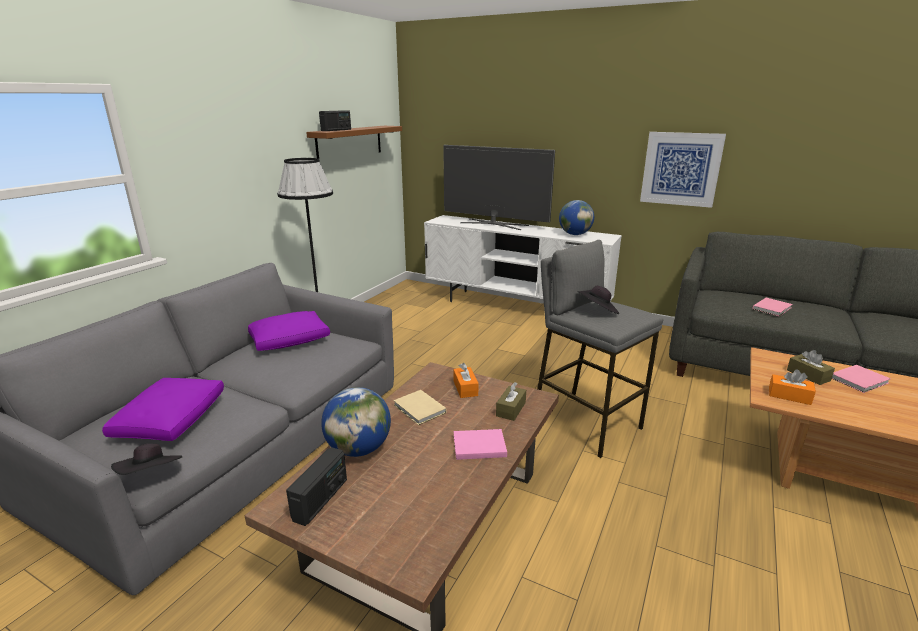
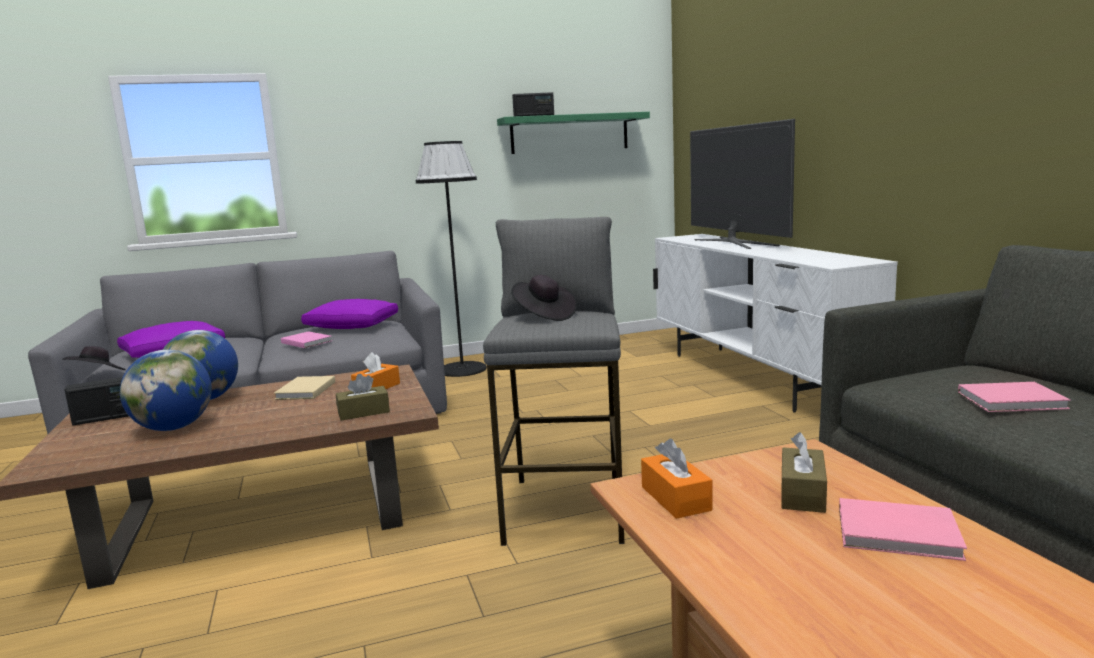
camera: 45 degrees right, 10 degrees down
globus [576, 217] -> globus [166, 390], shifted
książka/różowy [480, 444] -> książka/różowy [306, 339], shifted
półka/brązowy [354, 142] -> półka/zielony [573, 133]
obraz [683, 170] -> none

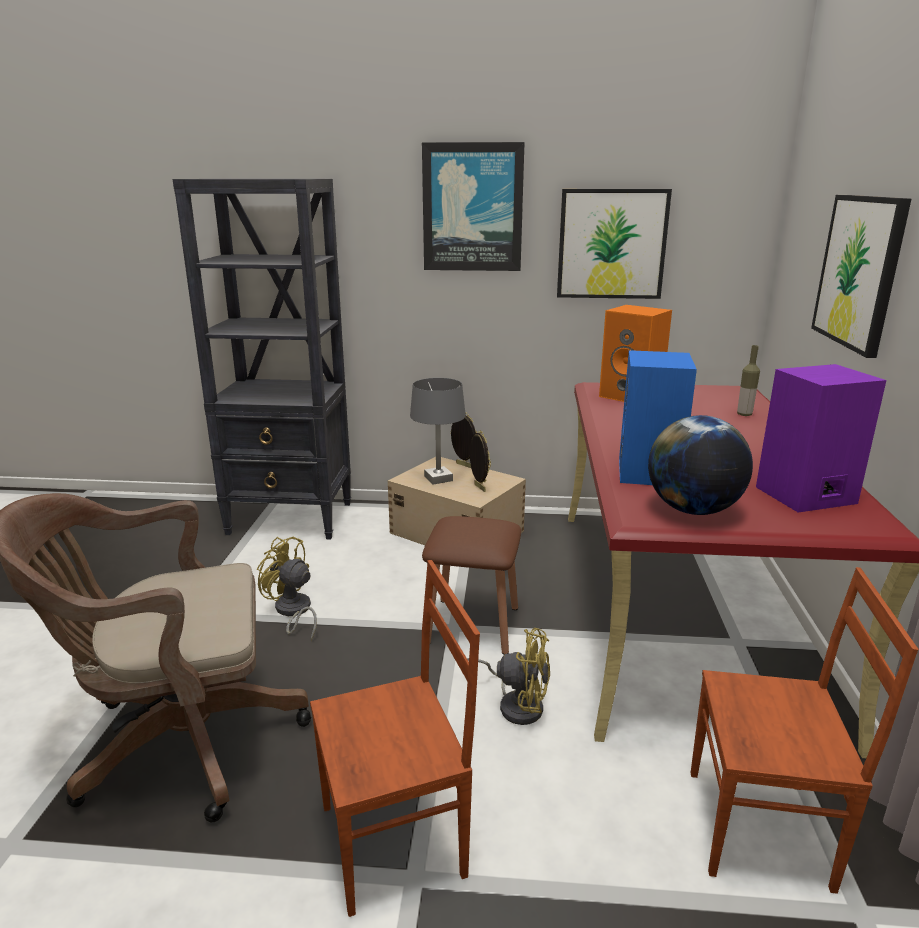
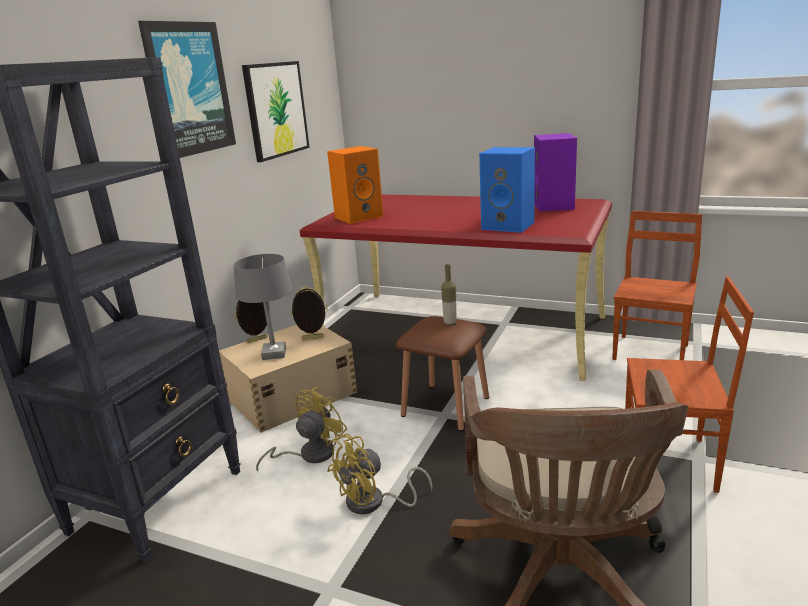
camera: 70 degrees left, 0 degrees up
wentylator/żółty [508, 676] -> wentylator/żółty [301, 429], shifted
butelka [748, 380] -> butelka [449, 295], shifted
krzesło/brązowy [395, 738] -> krzesło/brązowy [689, 384], 105 degrees clockwise
globus [700, 465] -> none
obraz [861, 276] -> none

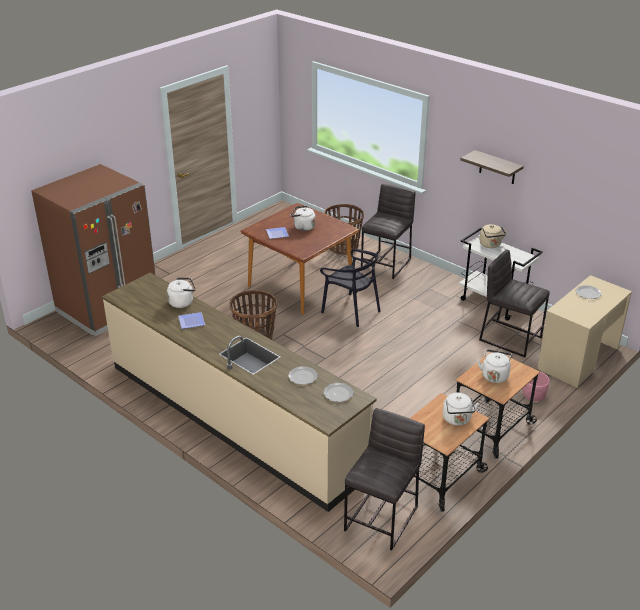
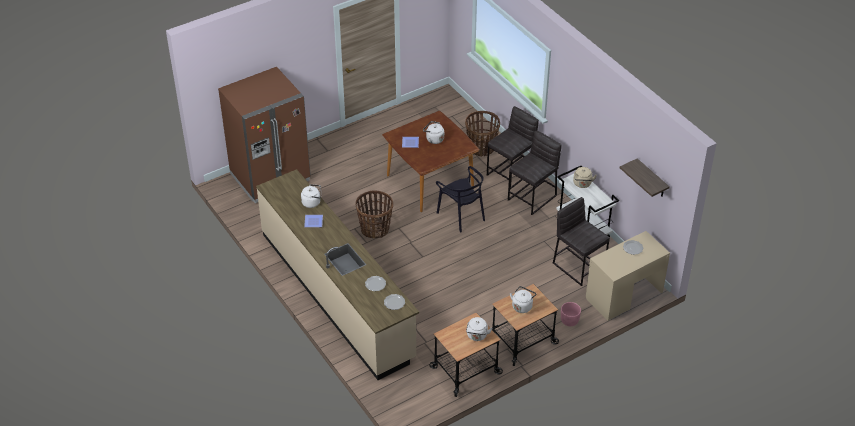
camera: 15 degrees right, 10 degrees up
stołek/szary [384, 479] -> stołek/szary [535, 173], shifted
półka [492, 167] -> półka [645, 177], shifted

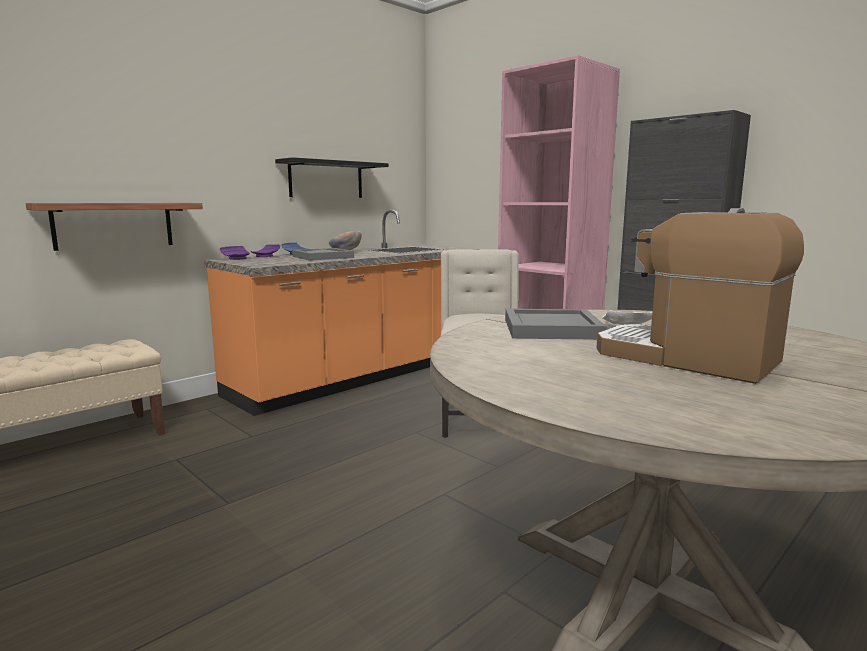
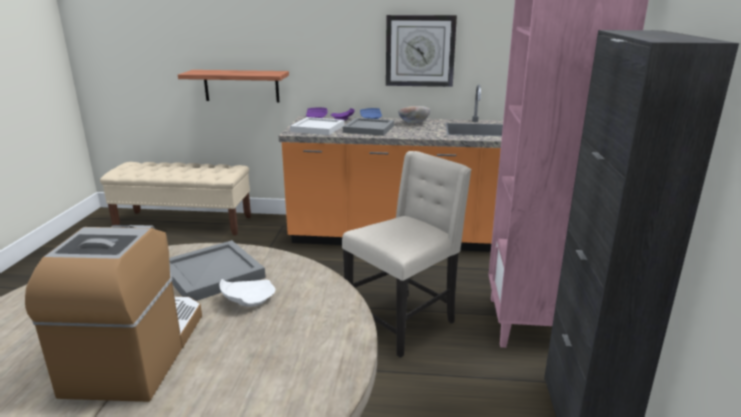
camera: 50 degrees right, 10 degrees up
none -> taca/biały [317, 126]
półka/czarny [332, 177] -> zegar ścienny [421, 51]

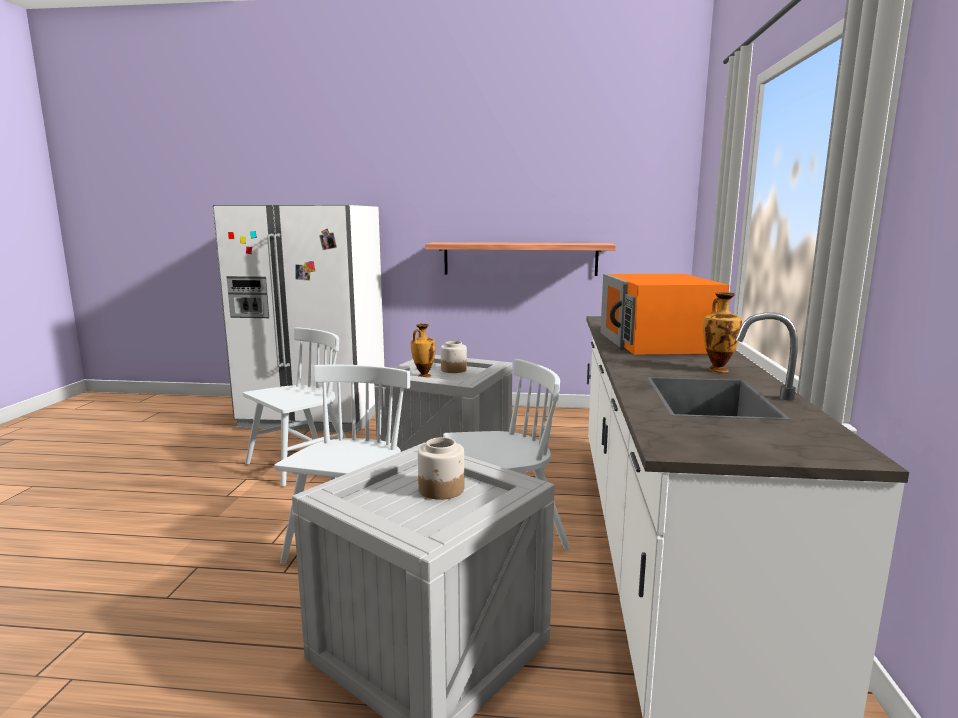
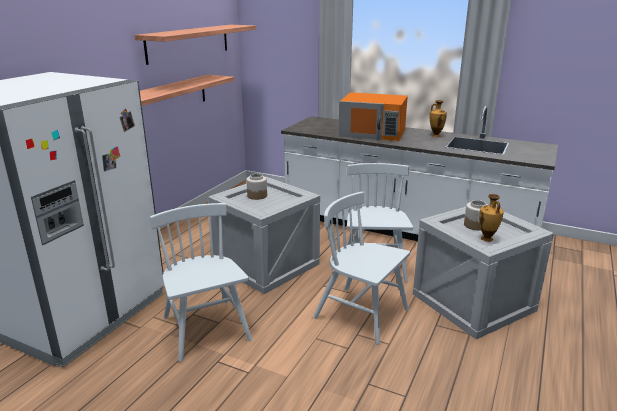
camera: 70 degrees left, 10 degrees up
none -> półka [195, 45]
wazon [423, 351] -> wazon [491, 218], shifted

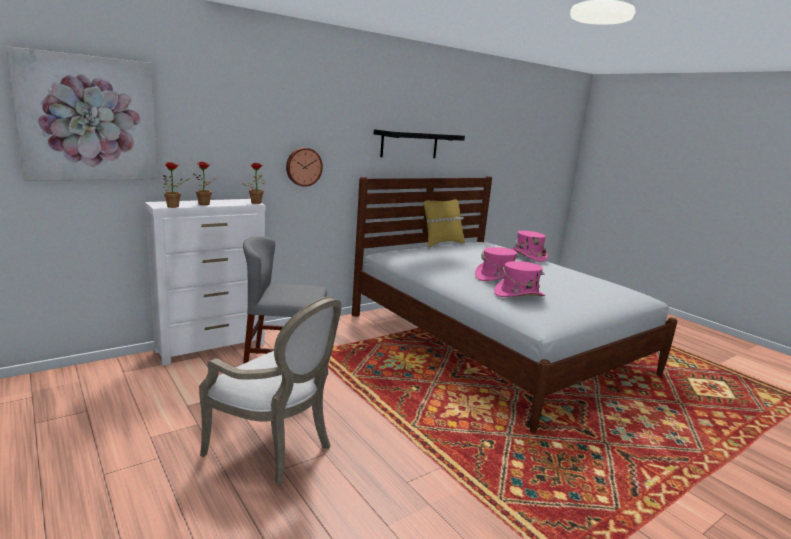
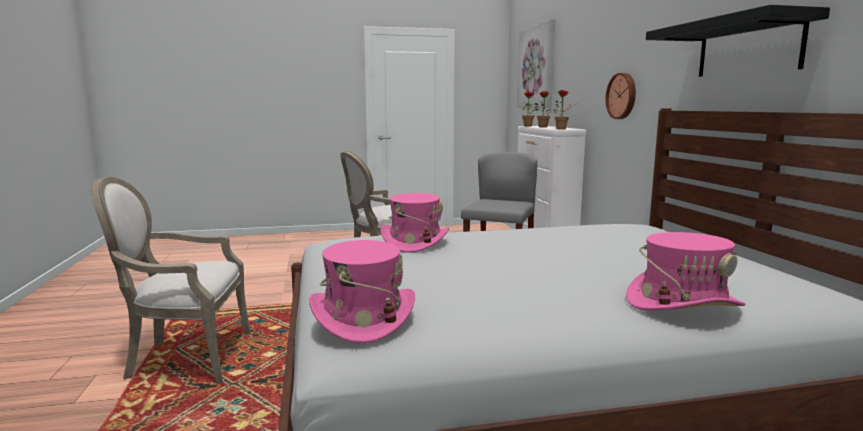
camera: 115 degrees right, 5 degrees down
none -> fotel [171, 280]
kapelusz/różowy [496, 264] -> kapelusz/różowy [362, 291], shifted
poduszka/żółty [444, 223] -> none

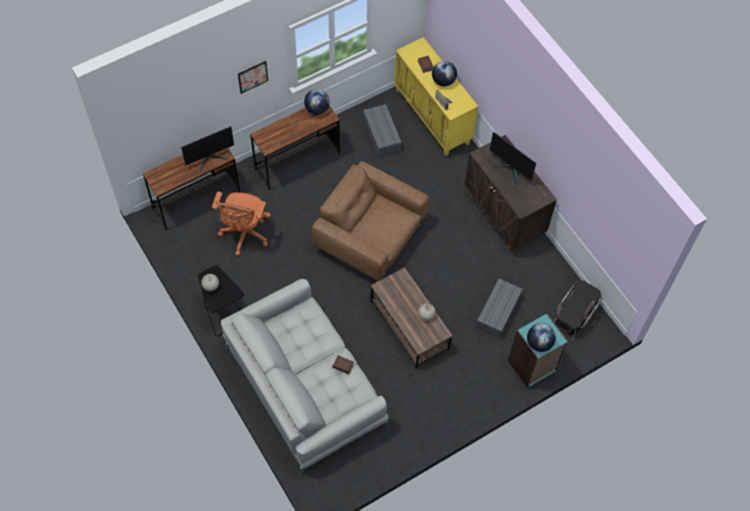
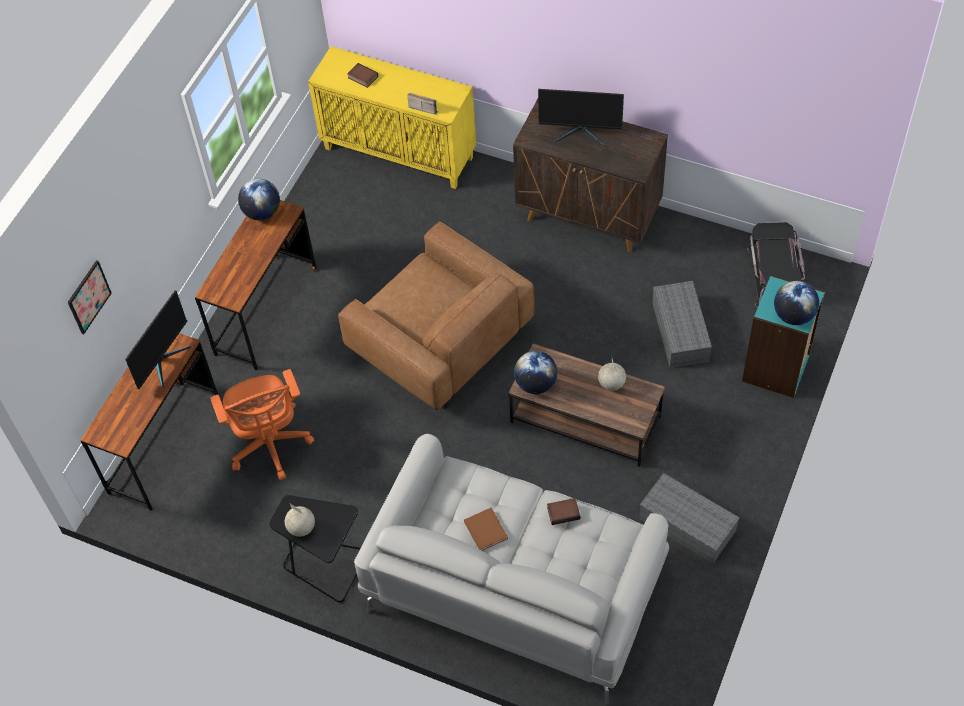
camera: 30 degrees left, 5 degrees down
obraz [253, 77] -> obraz [90, 297], shifted
fotel/brązowy [370, 221] -> fotel/brązowy [436, 316], 135 degrees counterclockwise
none -> książka/brązowy [486, 529]
globus [444, 73] -> globus [535, 372], shifted
pojemnik do przechowywania/szary [382, 130] -> pojemnik do przechowywania/szary [689, 518], shifted

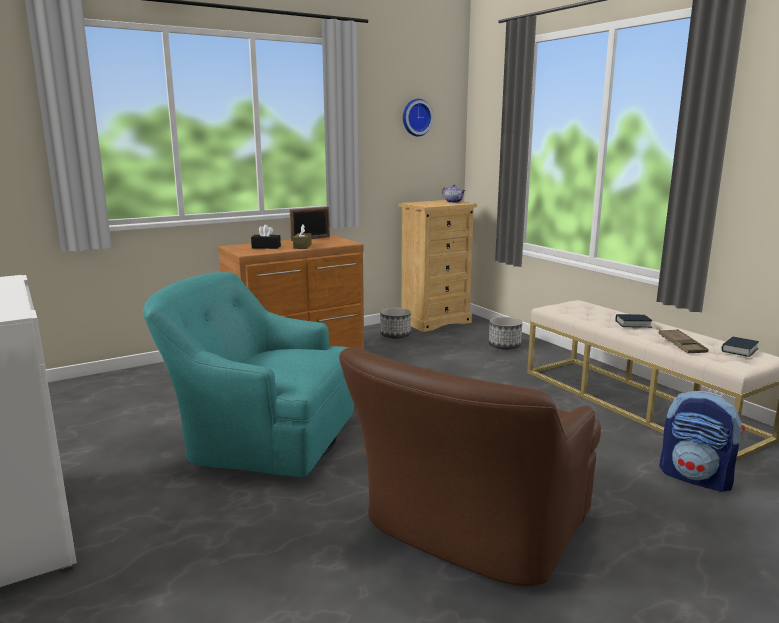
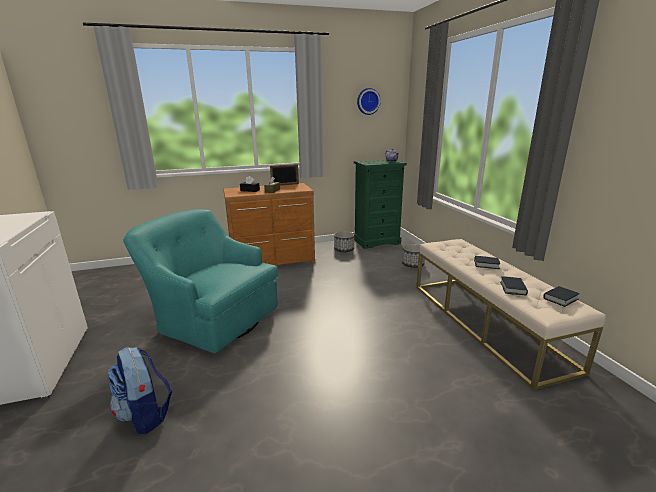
camera: 15 degrees right, 5 degrees up
plecak [702, 441] -> plecak [140, 390], shifted
komoda/beżowy [438, 266] -> komoda/zielony [380, 204]
taca/brązowy [684, 341] -> książka [514, 286]
fotel/brązowy [470, 467] -> none

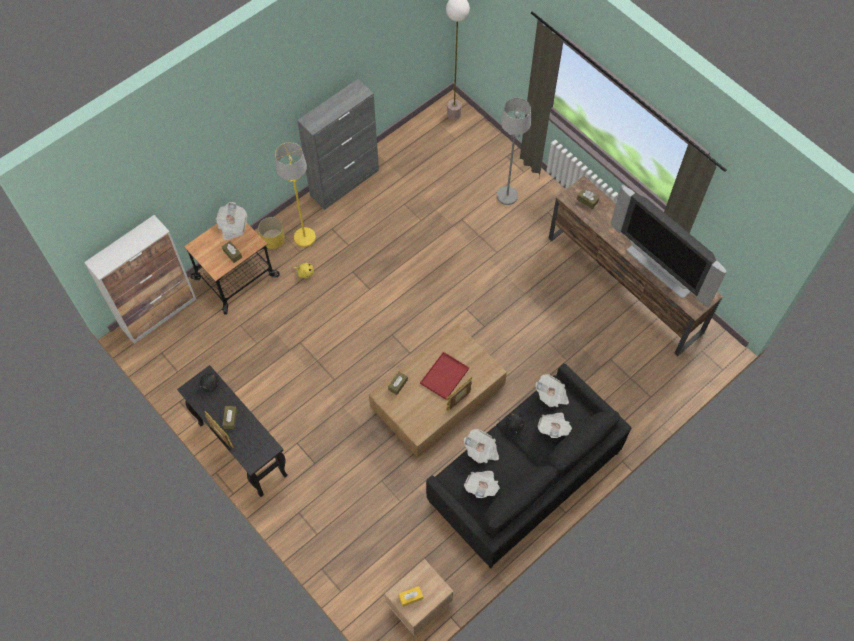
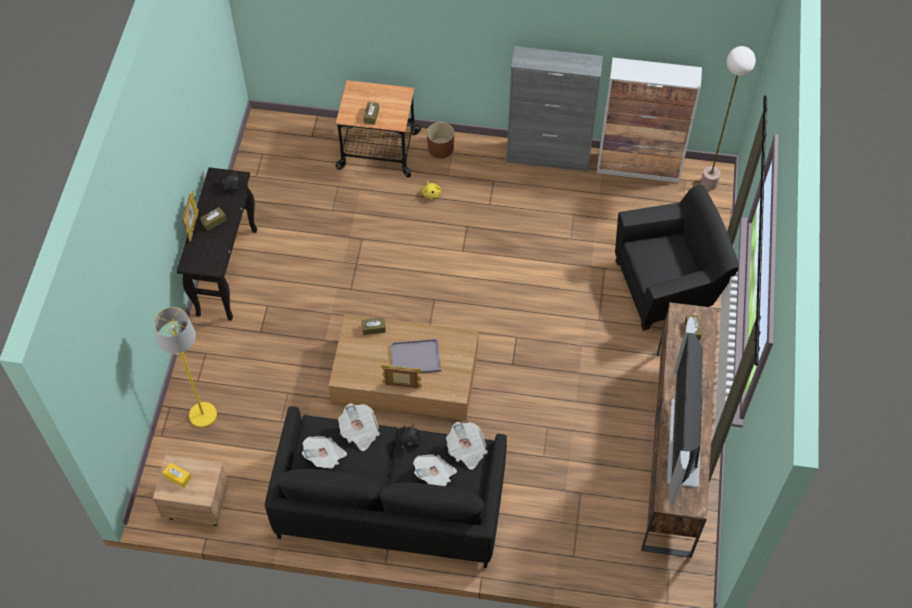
camera: 50 degrees right, 5 degrees down
lampa stojąca/żółty [295, 194] -> lampa stojąca/żółty [185, 367], shifted
taca/czerwony [444, 376] -> taca/szary [416, 356]
donica/żółty [271, 233] -> donica/brązowy [440, 140]
szafka [140, 279] -> szafka [649, 120], shifted
lampa stojąca/szary [514, 151] -> fotel/czarny [676, 258]
gazeta [231, 221] -> none

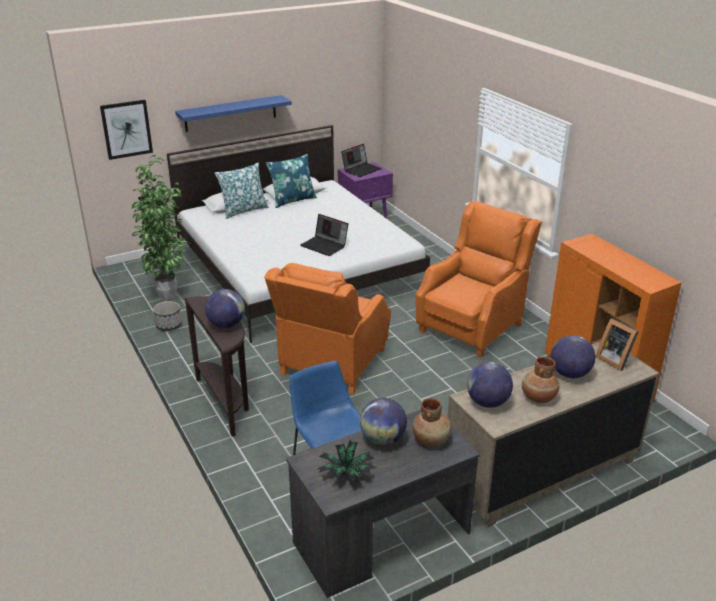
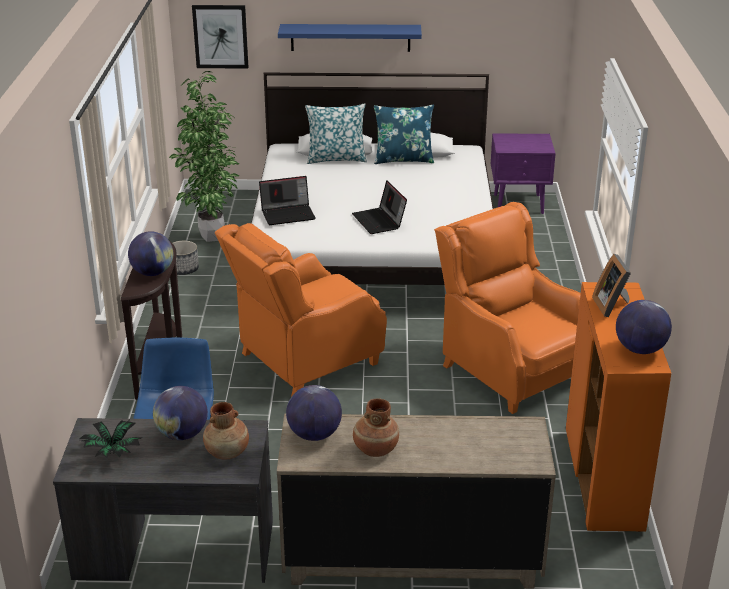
camera: 30 degrees right, 0 degrees up
laptop [361, 160] -> laptop [287, 200], shifted
fotel/pomarańczowy [478, 279] -> fotel/pomarańczowy [507, 308], 105 degrees counterclockwise
ramka na zdjęcie [617, 345] -> ramka na zdjęcie [611, 285], shifted
globus [573, 356] -> globus [644, 327], shifted

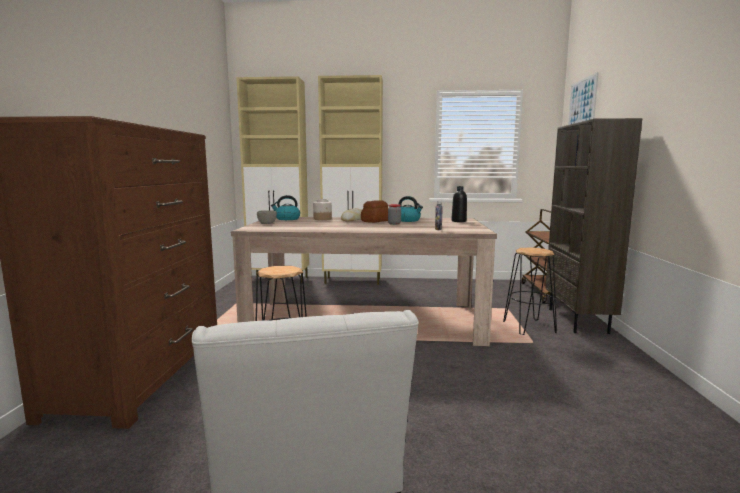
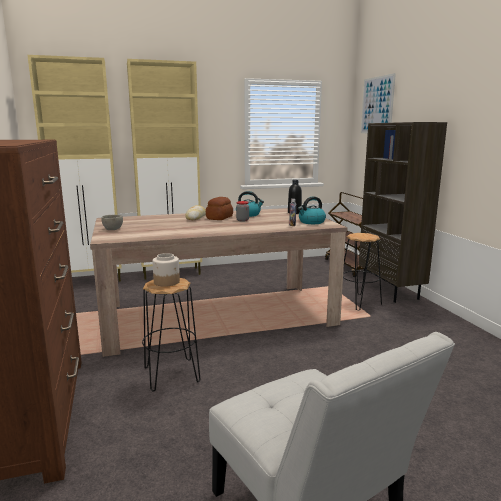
camera: 20 degrees left, 5 degrees up
słoik [322, 209] -> słoik [166, 270], shifted
czajnik [285, 207] -> czajnik [312, 210], shifted

